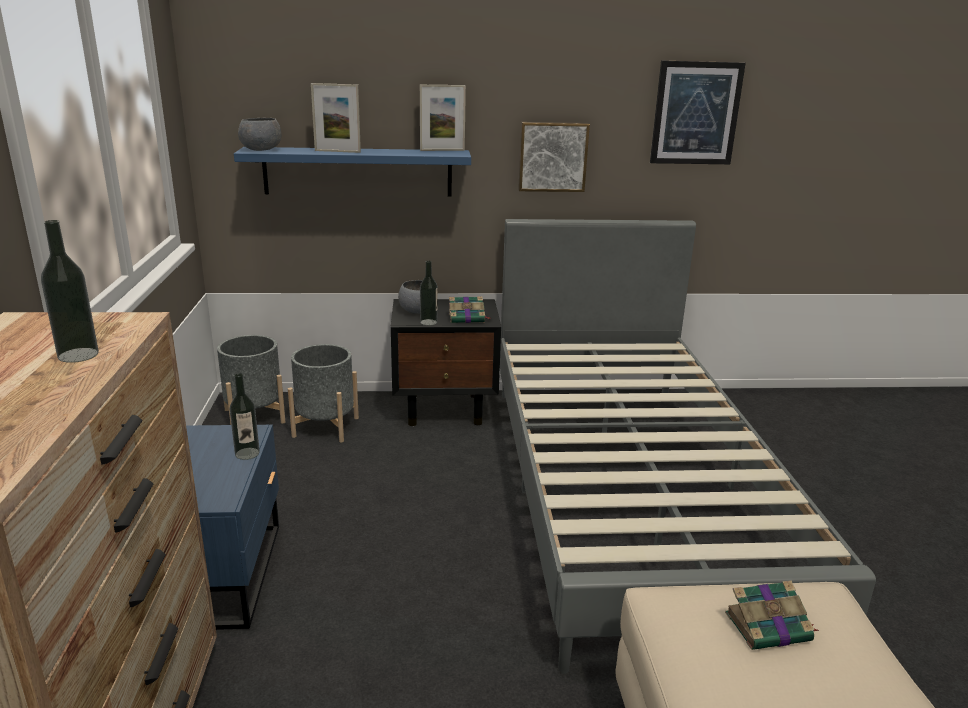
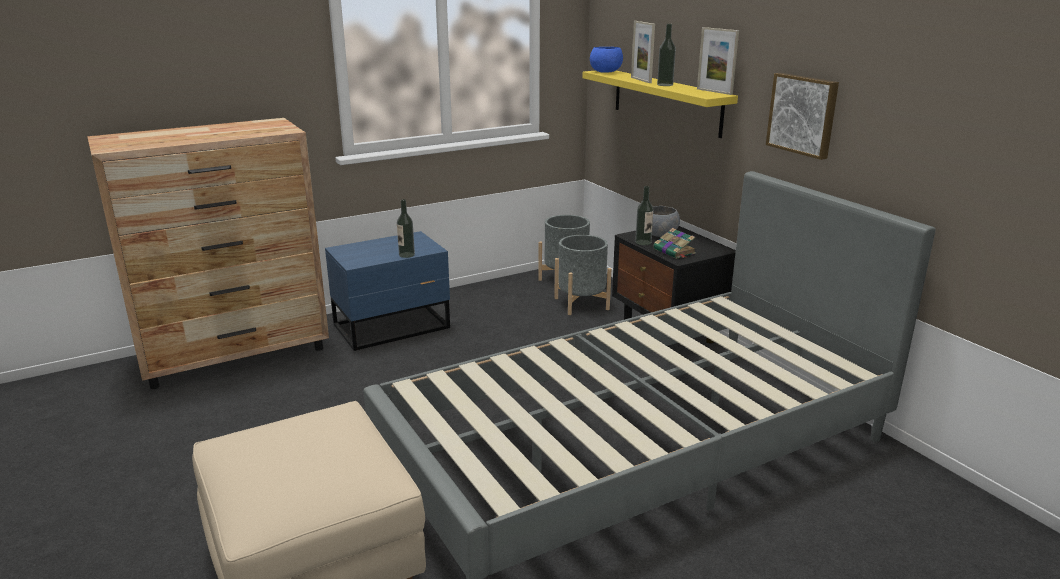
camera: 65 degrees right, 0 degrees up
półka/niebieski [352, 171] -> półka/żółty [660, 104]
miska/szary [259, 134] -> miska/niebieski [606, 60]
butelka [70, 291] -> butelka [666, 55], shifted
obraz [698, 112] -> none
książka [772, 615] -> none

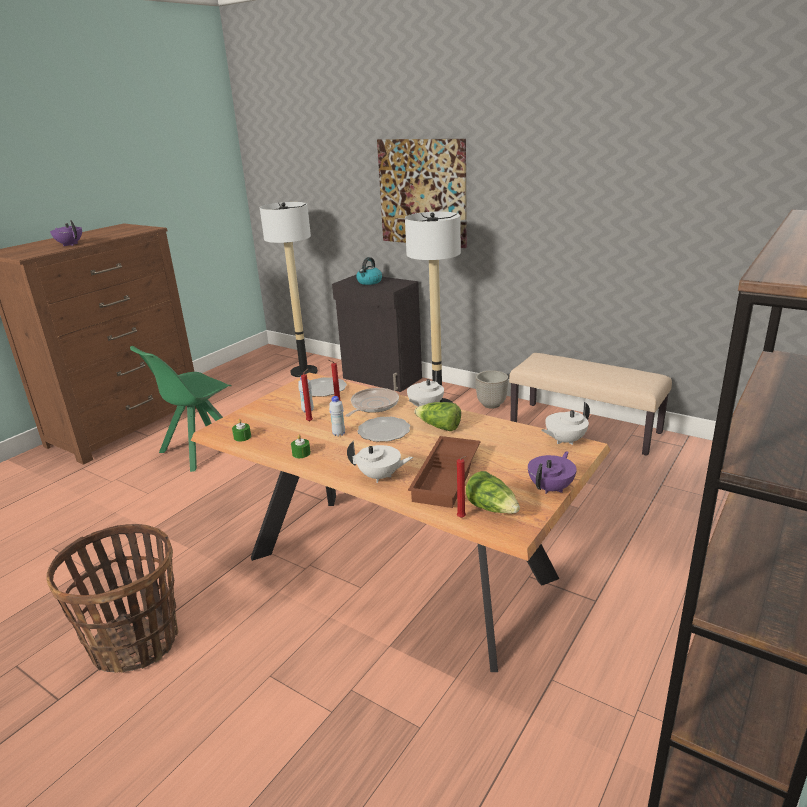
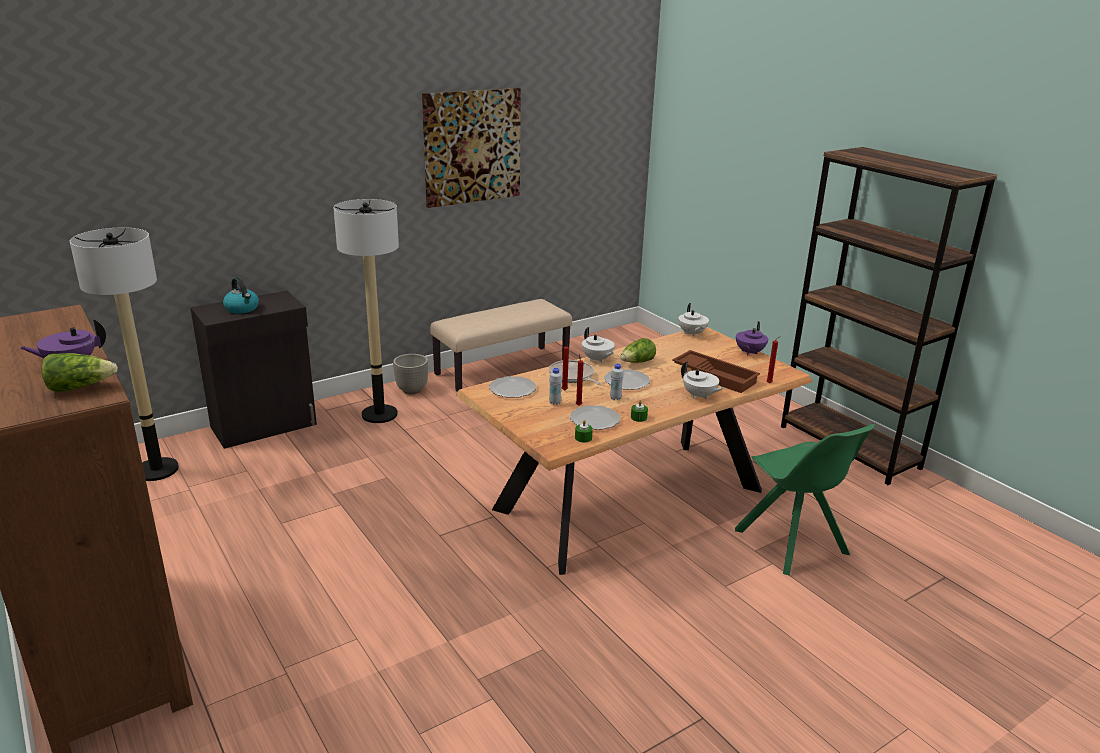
camera: 70 degrees left, 0 degrees up
sałata [493, 492] -> sałata [80, 372], shifted
obraz [422, 193] -> obraz [471, 148], shifted
none -> talerz [595, 417]
imbryk/biały [380, 462] -> imbryk/biały [703, 380], 105 degrees clockwise
krzesło/zielony [181, 409] -> krzesło/zielony [805, 500], shifted
imbryk/fioletowy [552, 472] -> imbryk/fioletowy [752, 338], 120 degrees counterclockwise
koszyk [112, 598] -> none

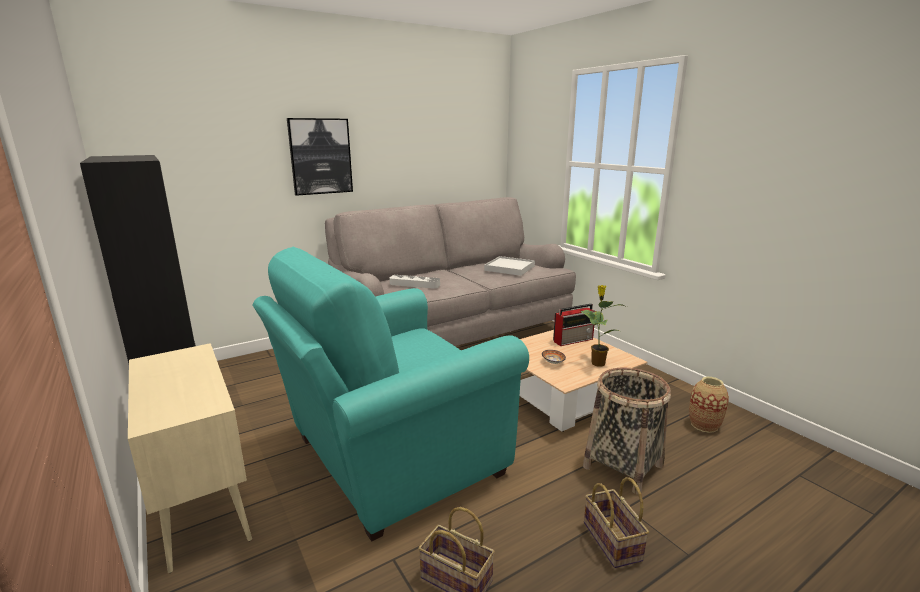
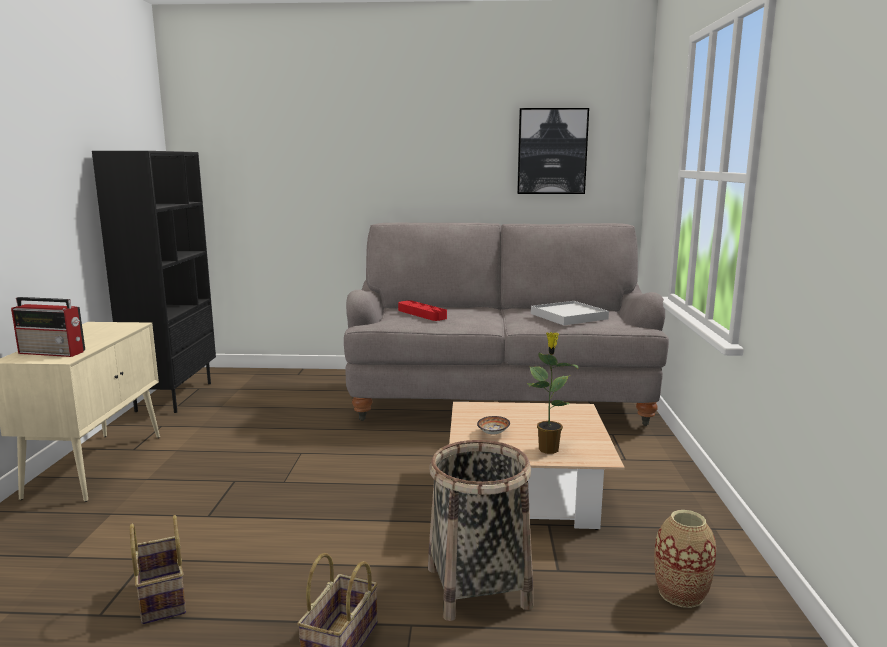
camera: 35 degrees right, 5 degrees down
radio [574, 325] -> radio [48, 327], shifted
taca/szary [415, 282] -> taca/czerwony [422, 310]
obraz [320, 157] -> obraz [553, 151], shifted
fotel/turkusowy [390, 394] -> none

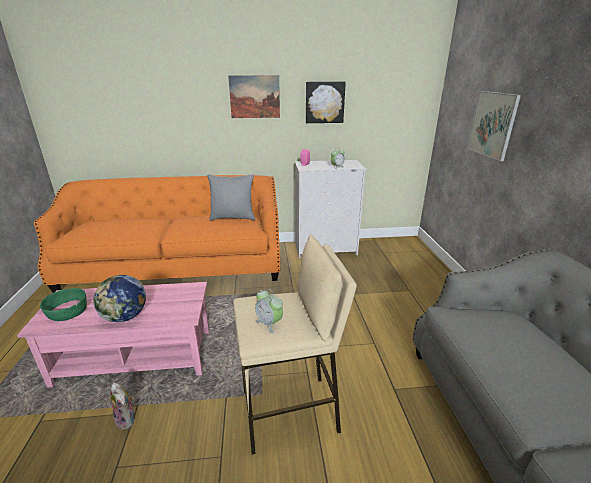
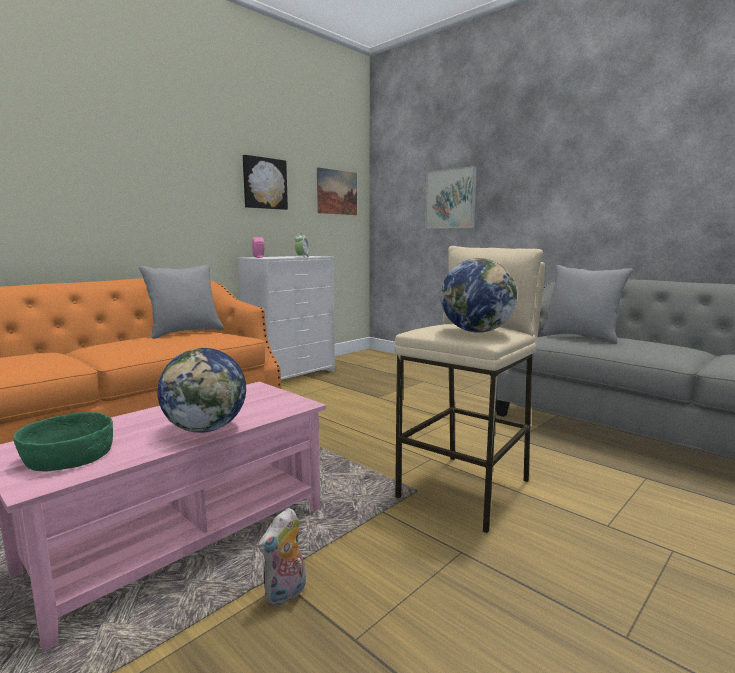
camera: 40 degrees left, 15 degrees down
pluszak [122, 406] -> pluszak [282, 557], 120 degrees clockwise
obraz [254, 96] -> obraz [337, 191], shifted
budzik [269, 311] -> globus [478, 295]
none -> poduszka/szary [587, 304]

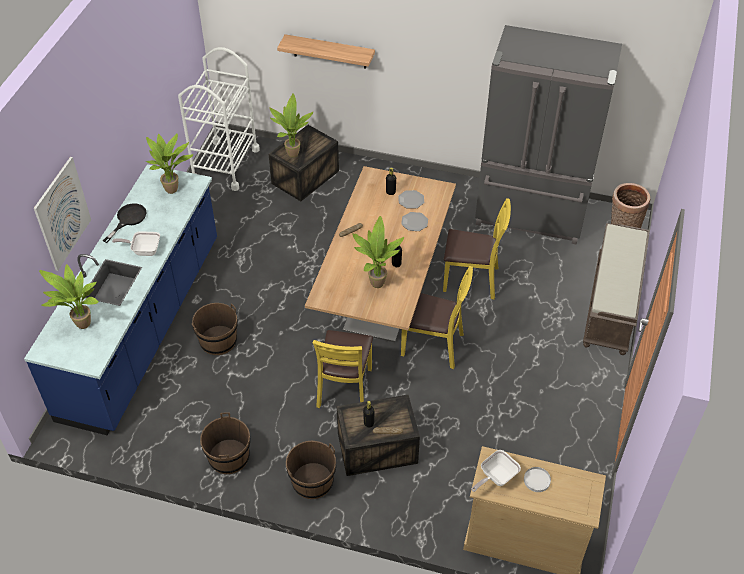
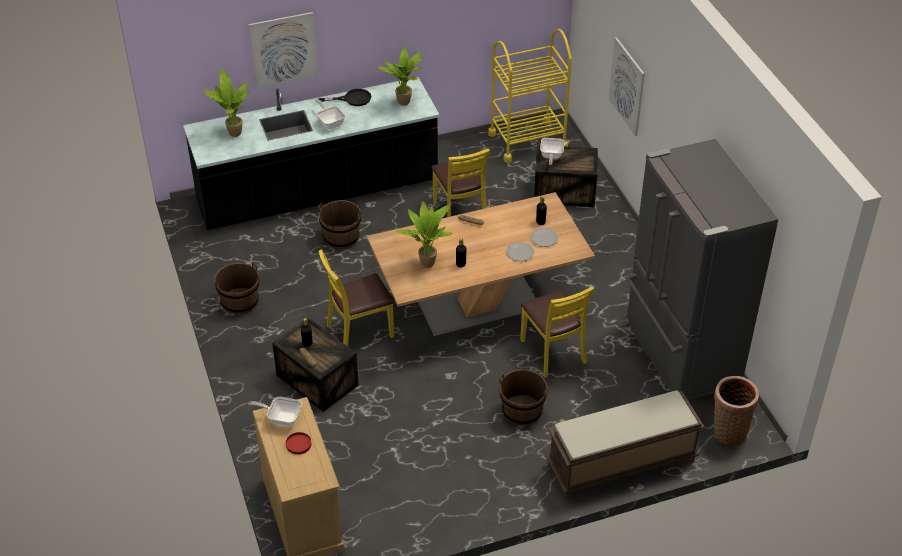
camera: 55 degrees right, 5 degrees down
zabudowa kuchenna/niebieski [120, 300] -> zabudowa kuchenna/czarny [311, 153]
talerz/biały [537, 479] -> talerz/czerwony [298, 443]
krzesło/żółty [437, 317] -> krzesło/żółty [460, 183], shifted
wózek/biały [219, 119] -> wózek/żółty [530, 96]
wiadro/brązowy [311, 470] -> wiadro/brązowy [523, 397], shifted
roślina doniczkowa [291, 125] -> patelnia [552, 151]
półka [326, 51] -> obraz [627, 86]

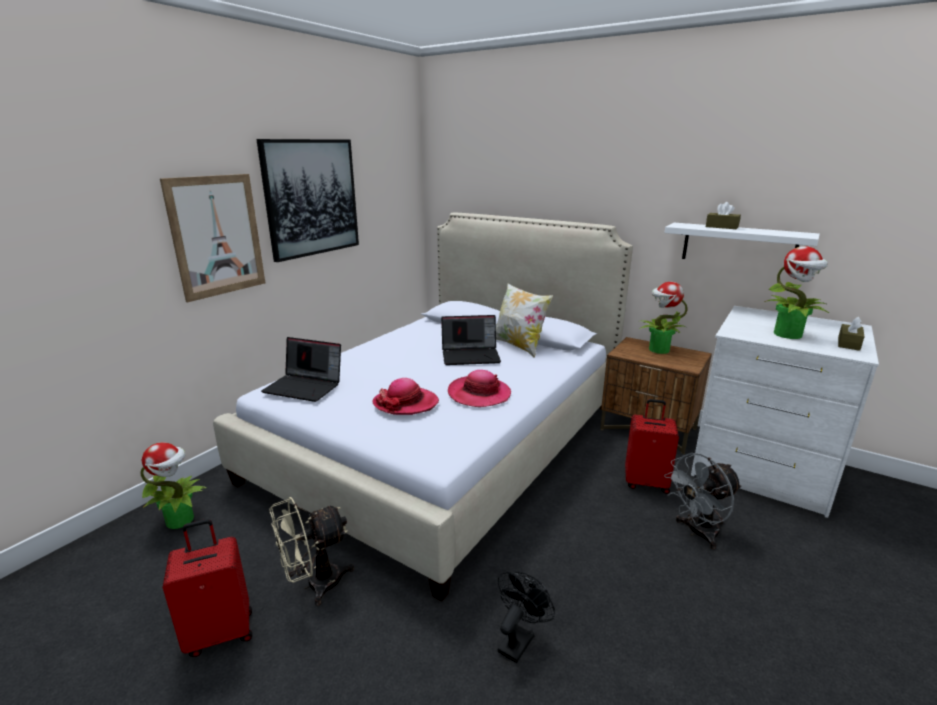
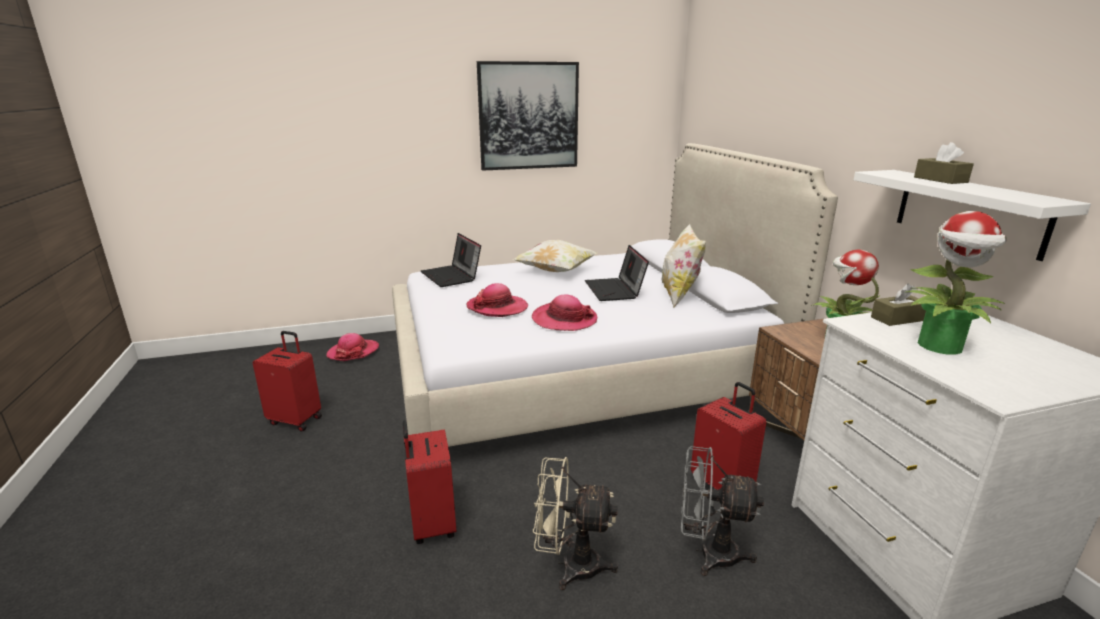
camera: 40 degrees right, 0 degrees up
roślina doniczkowa [174, 485] -> kapelusz [352, 347]
wentylator/czarny [526, 617] -> walizka/czerwony [429, 482]
none -> poduszka [554, 256]
wentylator/beżowy [311, 551] -> wentylator/beżowy [575, 523], shifted
laptop [471, 340] -> laptop [617, 273], 45 degrees clockwise
pudełko chusteczek/brązowy [851, 334] -> pudełko chusteczek/brązowy [898, 305], shifted
obraz [212, 238] -> none

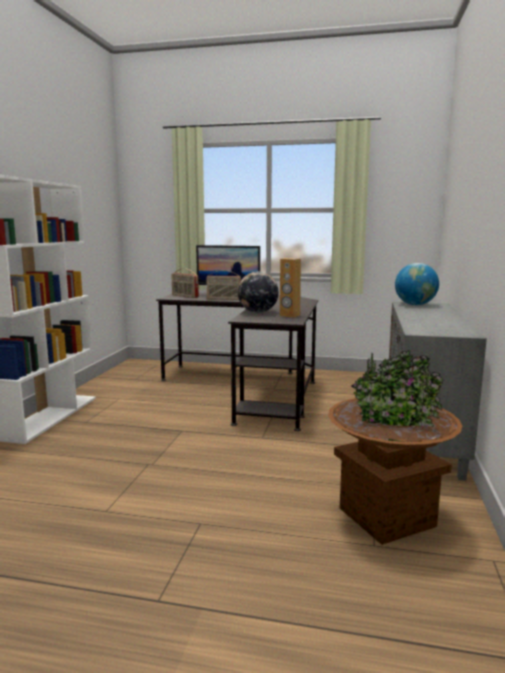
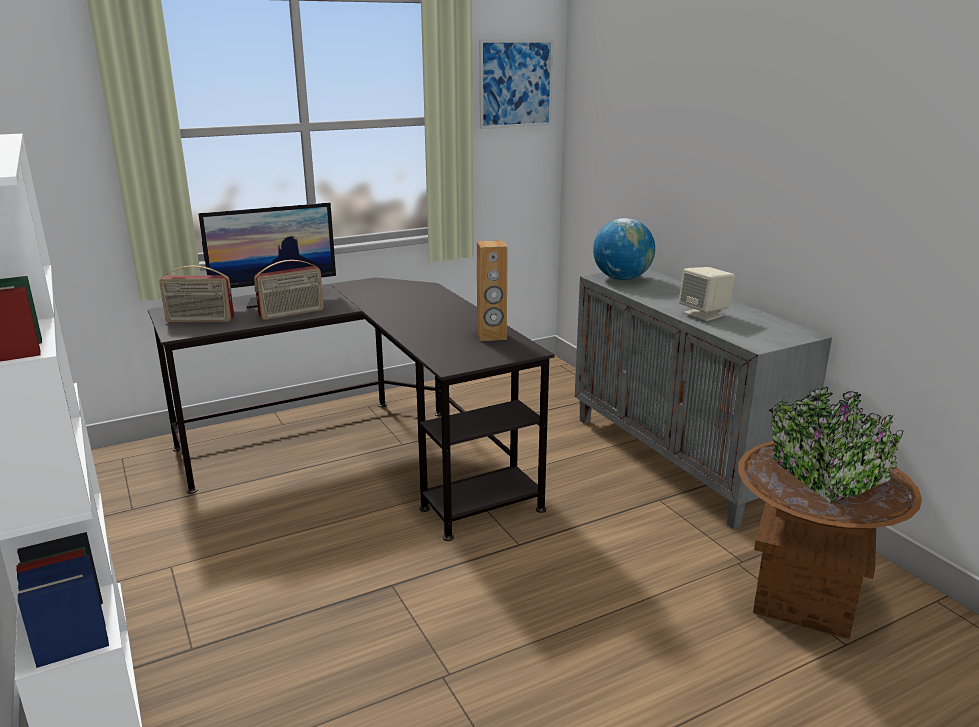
camera: 40 degrees left, 10 degrees up
none -> obraz [516, 84]
none -> głośnik/beżowy [707, 294]
globus [258, 292] -> none

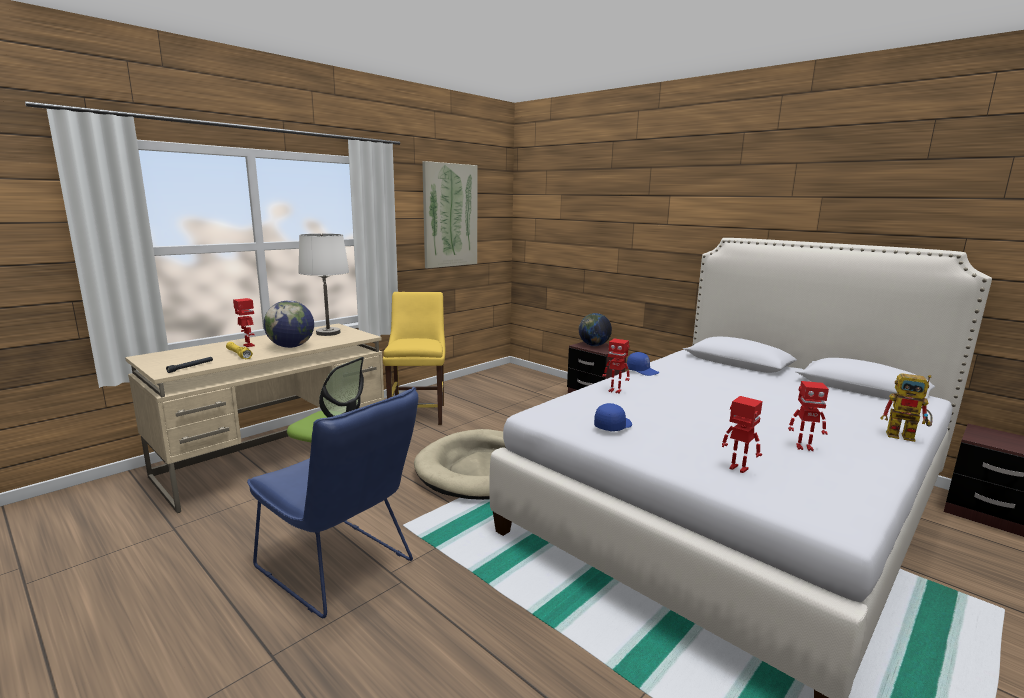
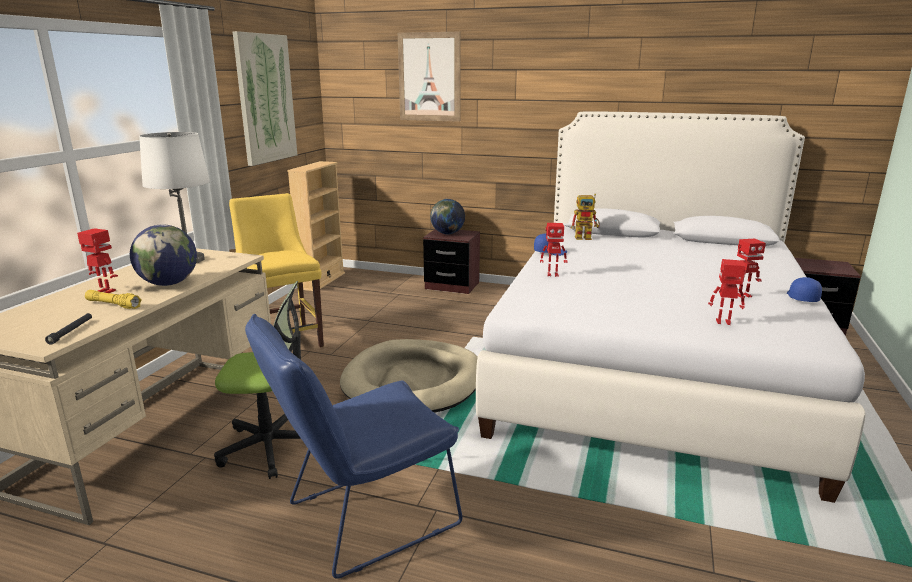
camera: 25 degrees left, 5 degrees up
krzesło/niebieski [333, 502] -> krzesło/niebieski [353, 446], 135 degrees clockwise
none -> regał/beżowy [316, 226]
none -> obraz [429, 77]
robot zabawkowy [906, 407] -> robot zabawkowy [585, 217], shifted
czapka z daszkiem/niebieski [613, 417] -> czapka z daszkiem/niebieski [804, 289], shifted

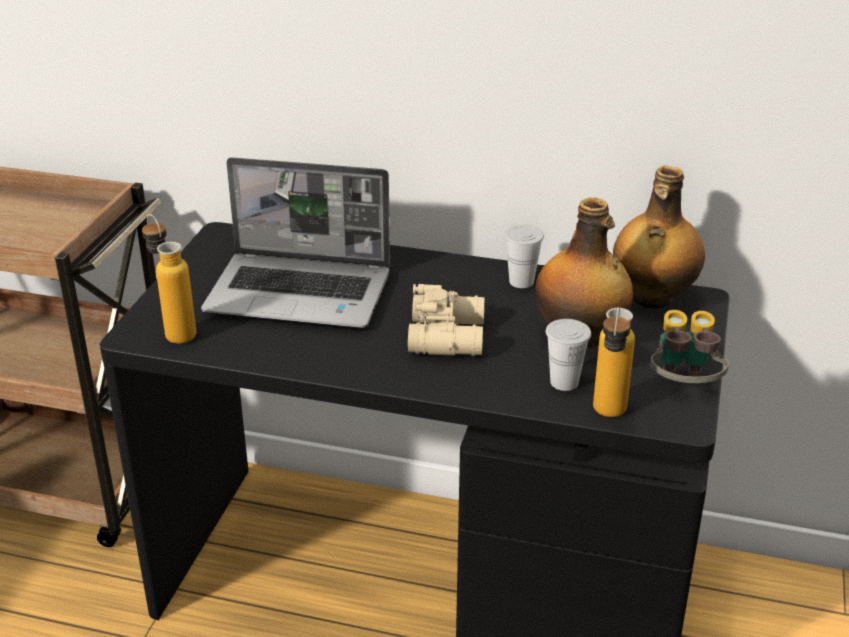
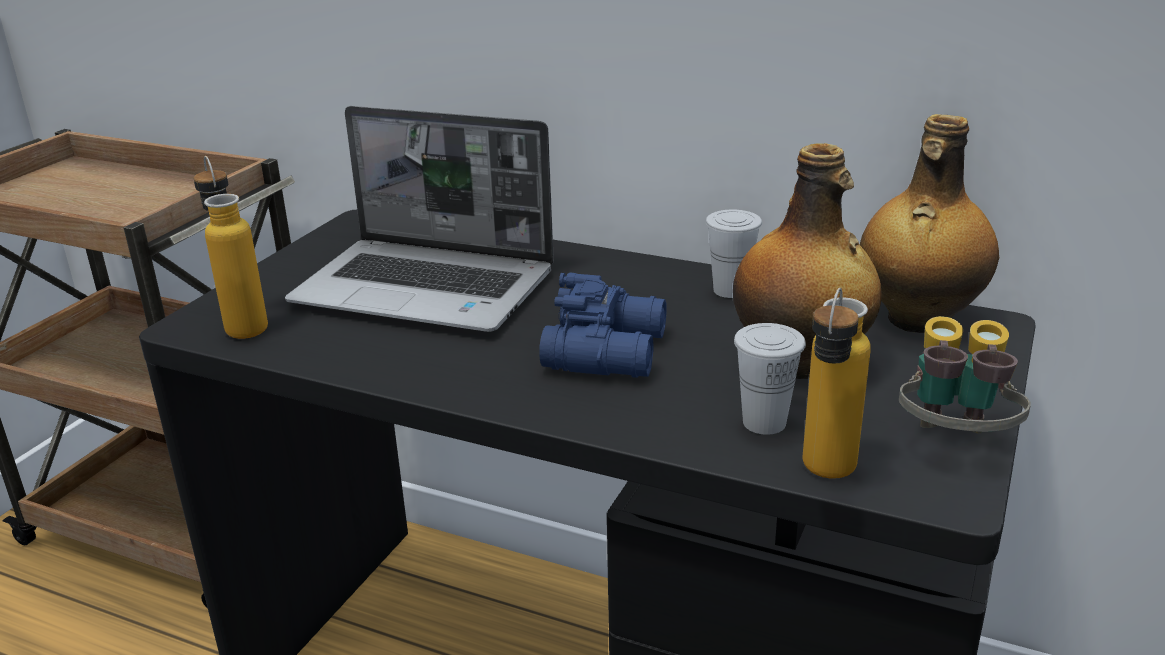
camera: 10 degrees right, 5 degrees down
lornetka/beżowy [446, 320] -> lornetka/niebieski [603, 325]

